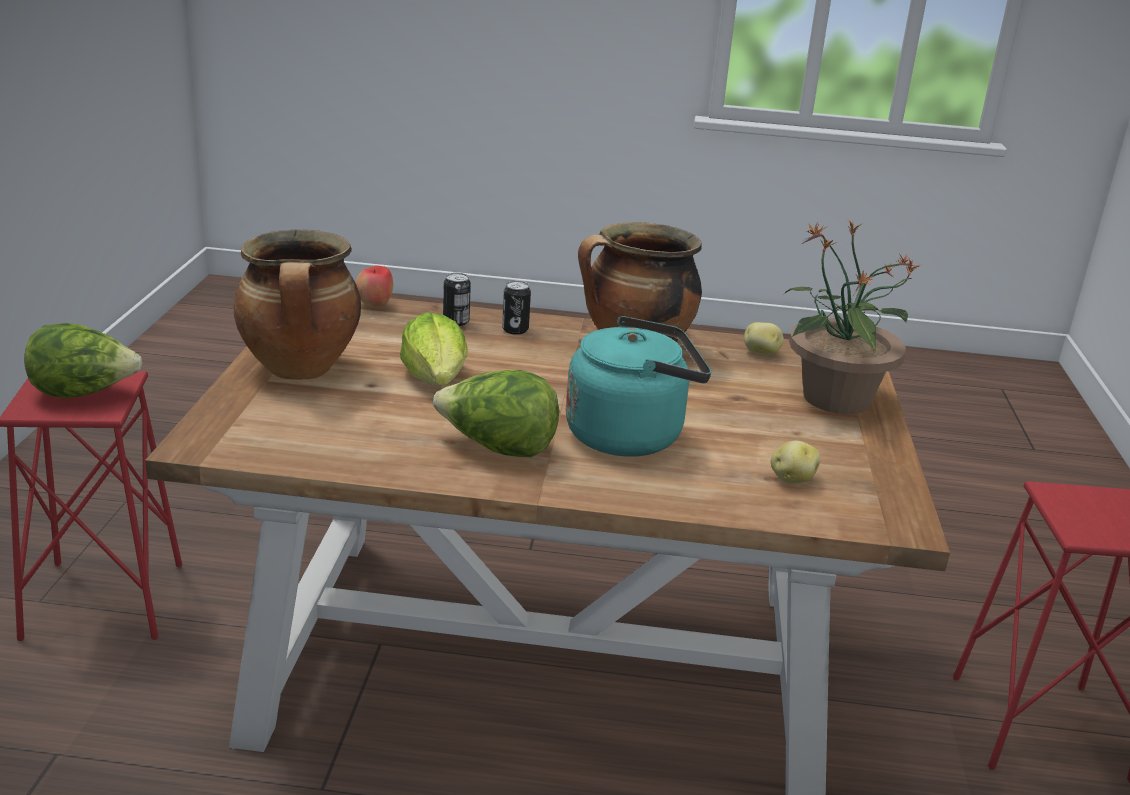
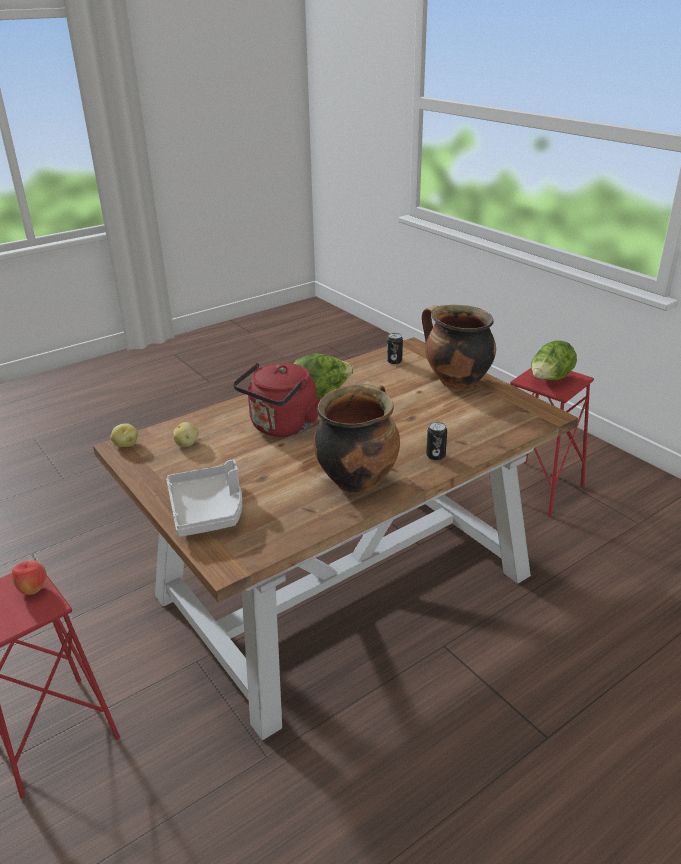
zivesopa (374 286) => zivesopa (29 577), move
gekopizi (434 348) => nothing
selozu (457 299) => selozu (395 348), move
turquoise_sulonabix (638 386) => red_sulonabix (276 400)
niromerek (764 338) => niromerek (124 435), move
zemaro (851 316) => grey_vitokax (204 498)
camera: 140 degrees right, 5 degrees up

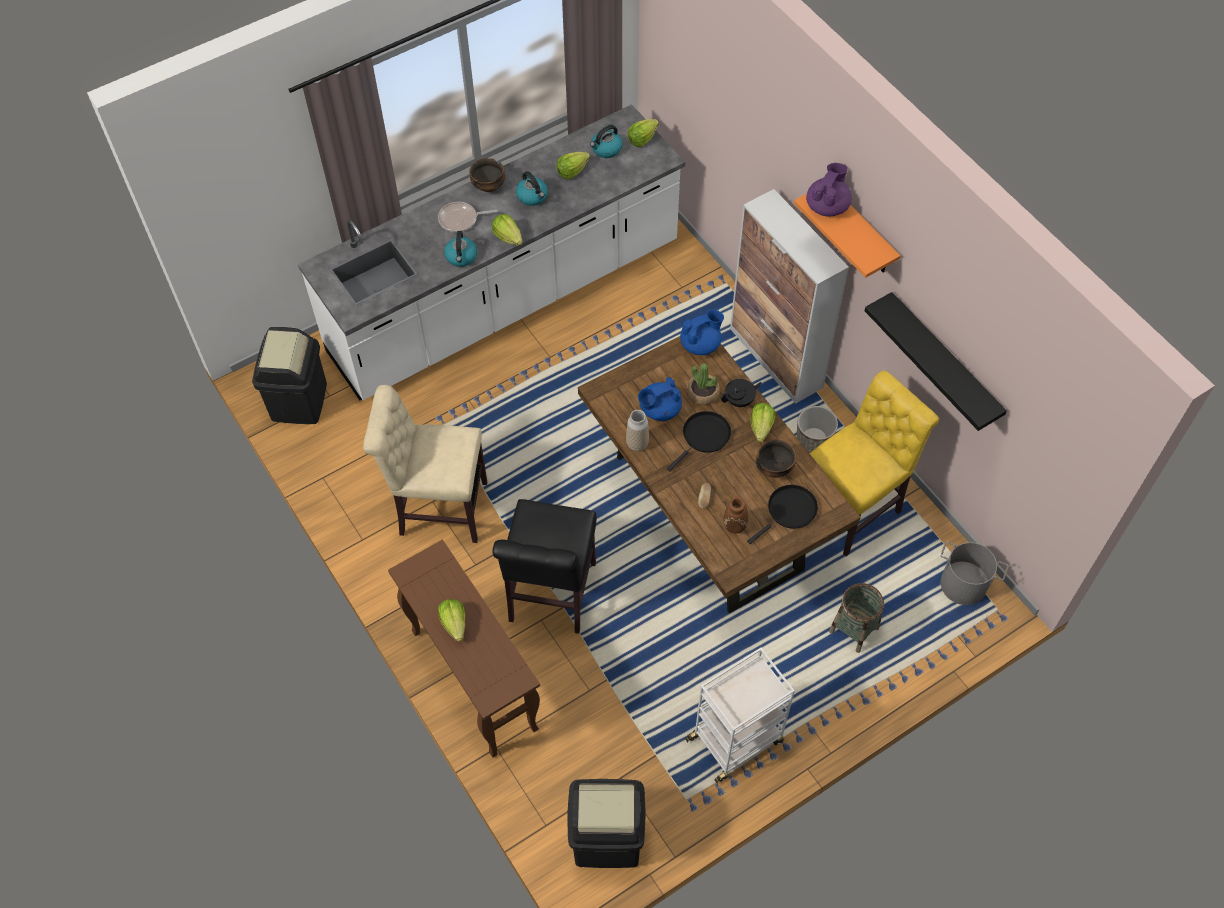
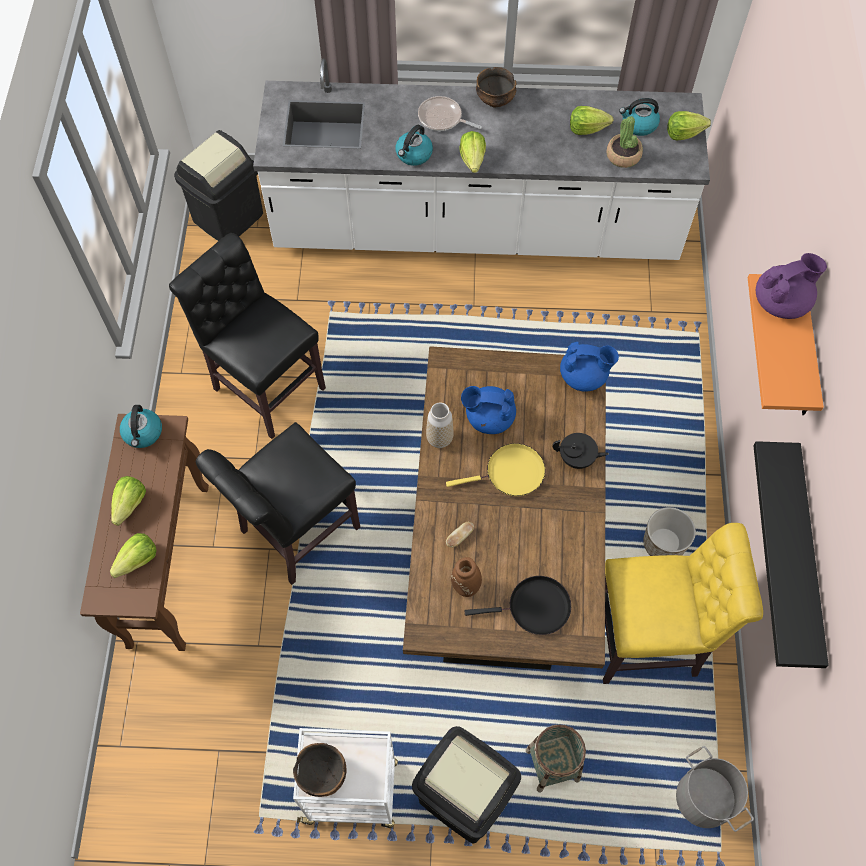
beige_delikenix (425 464) => black_delikenix (247 336)
sulonabix (532 188) => sulonabix (141 426), move
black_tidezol (606 823) => black_tidezol (466 784), move
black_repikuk (699 441) => yellow_repikuk (495 469)
zemaro (703 384) => zemaro (624 142), move
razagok (789 296) => nothing
gekopizi (762 422) => gekopizi (133 555), move
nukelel (776 458) => nukelel (319 770), move
camera: 35 degrees right, 5 degrees up

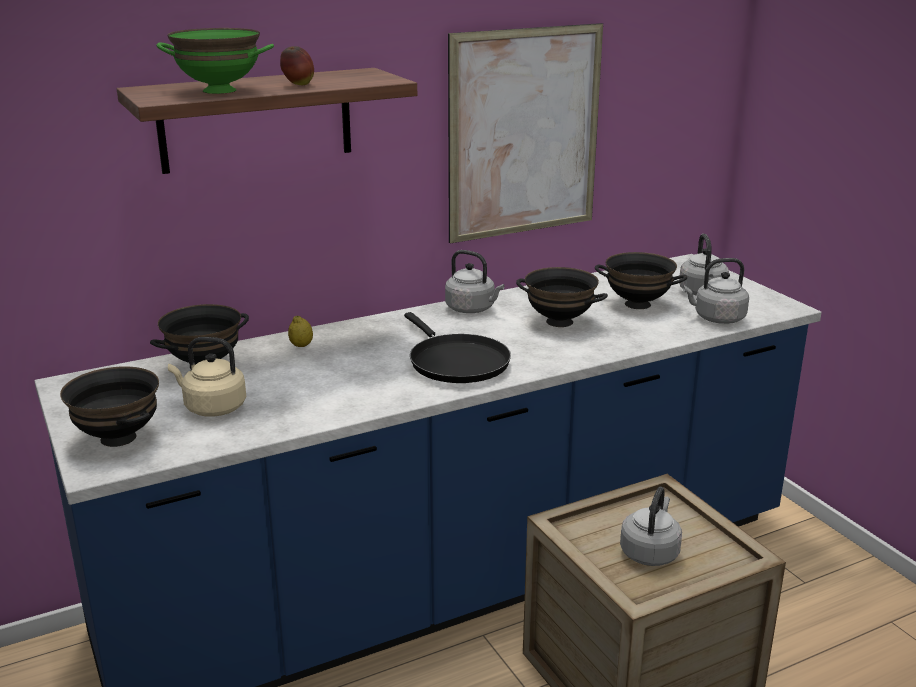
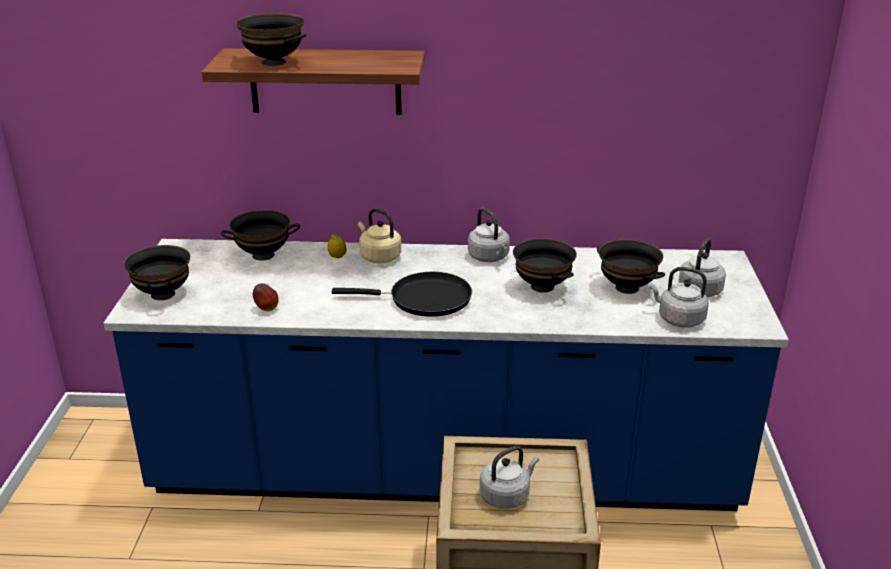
green_nukelel (215 61) => black_nukelel (271 39)
beige_sulonabix (207 377) => beige_sulonabix (380 235), move
zivesopa (297 65) => zivesopa (266 297), move
black_repikuk (457 347) => black_repikuk (402 294), 90 degrees counterclockwise
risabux (525 133) => nothing
camera: 30 degrees right, 5 degrees up

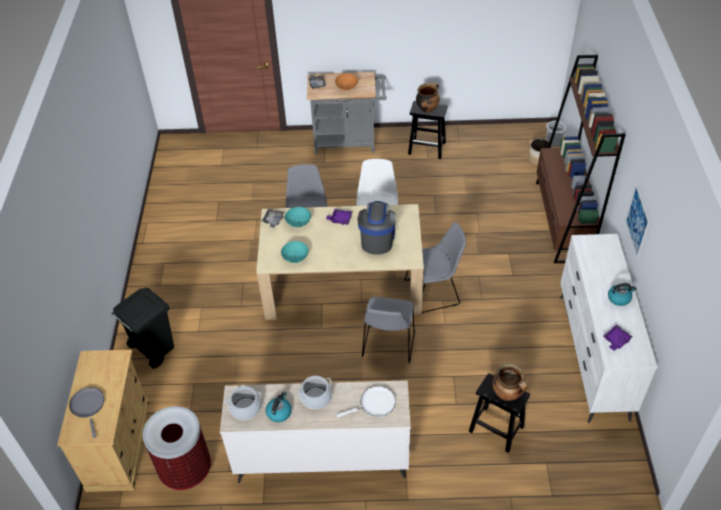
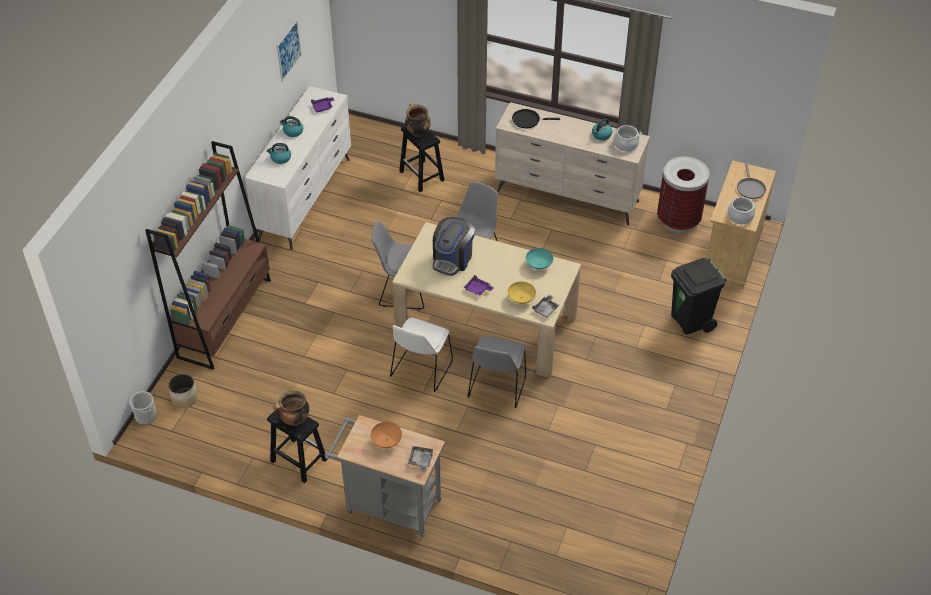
turquoise_nukelel (298 217) => yellow_nukelel (522 293)
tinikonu (315 393) => tinikonu (742 210), move
white_repikuk (366 401) => black_repikuk (536 118)
risabux (637 221) => risabux (289 50), move
nothing => sulonabix (279 153)
camera: 160 degrees left, 0 degrees up

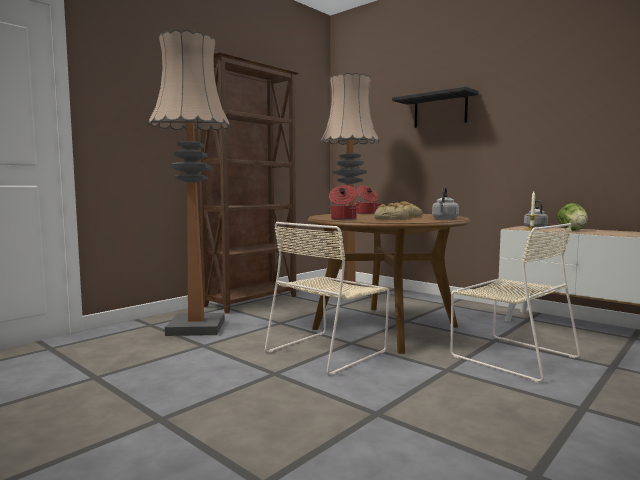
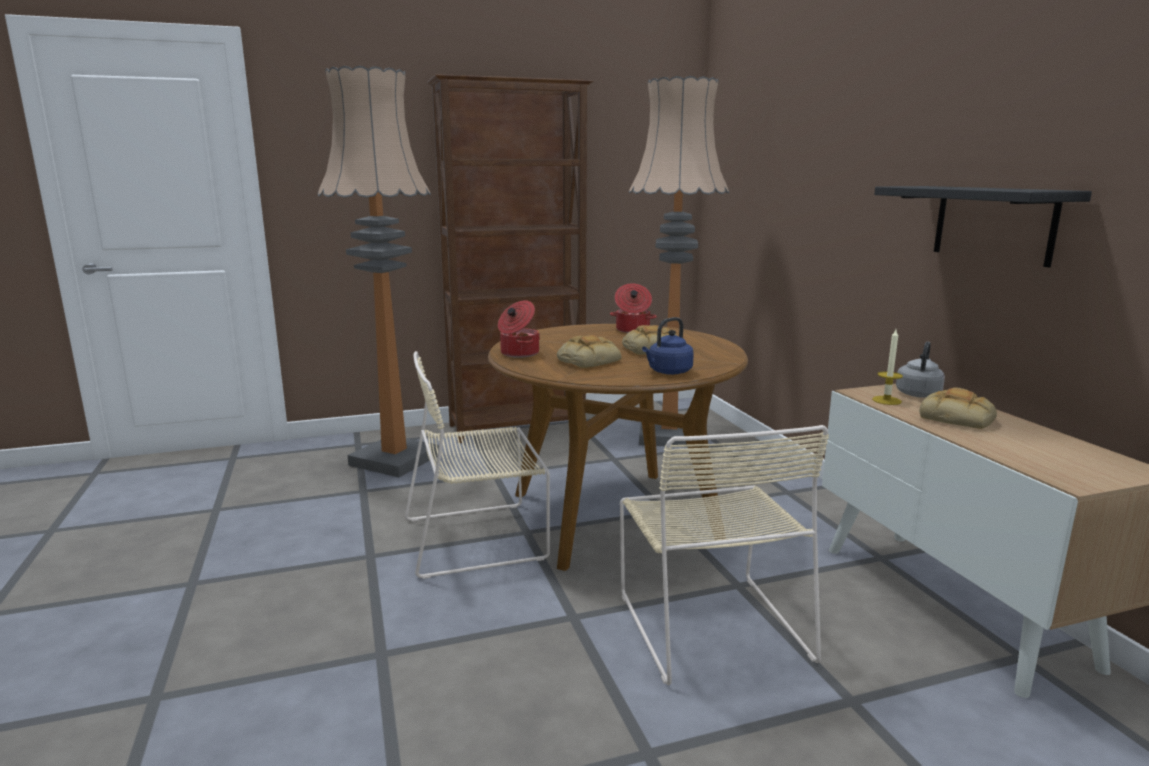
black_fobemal (435 107) => black_fobemal (983 226), move
grey_sulonabix (445 203) => blue_sulonabix (668 346)
gekopizi (572 217) => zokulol (958 408)
camera: 30 degrees right, 10 degrees up

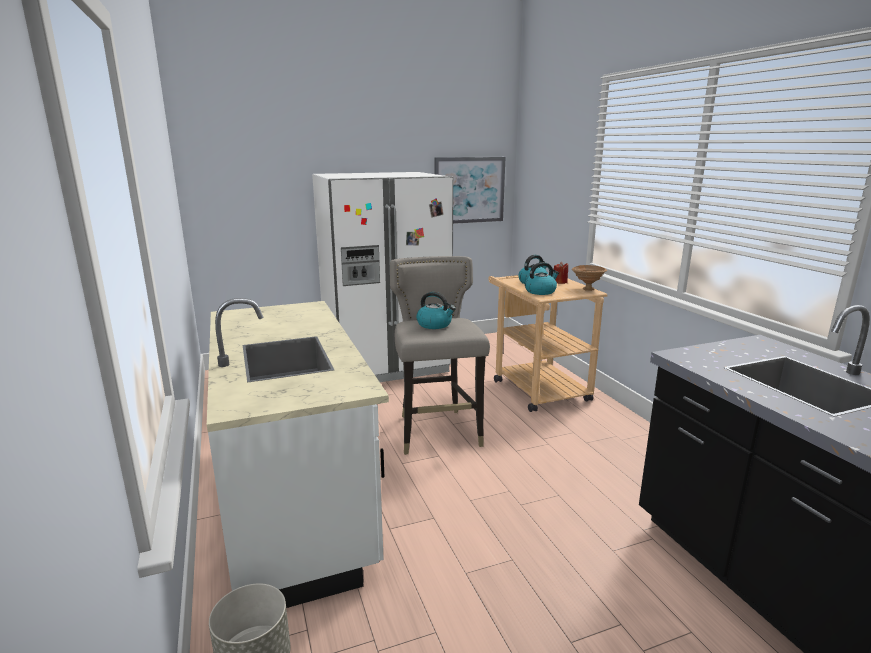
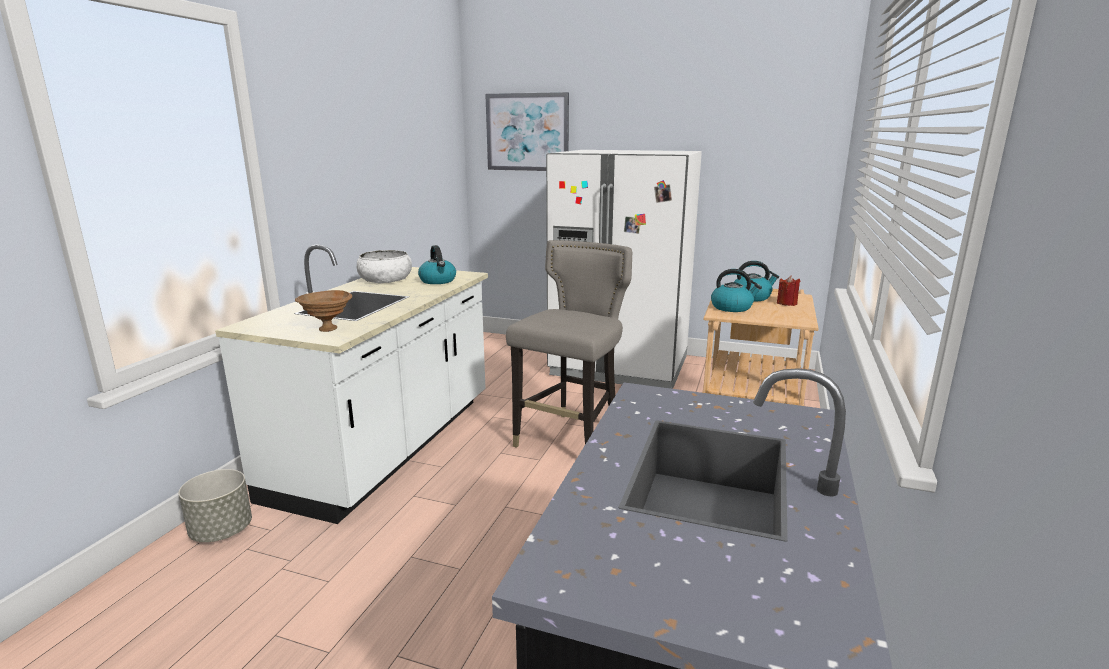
sulonabix (436 310) => sulonabix (437 264), move
risabux (470 190) => risabux (527 131), move
brown_nukelel (589 278) => brown_nukelel (323 311), move
nothing => white_nukelel (384 266)
camera: 40 degrees right, 0 degrees up

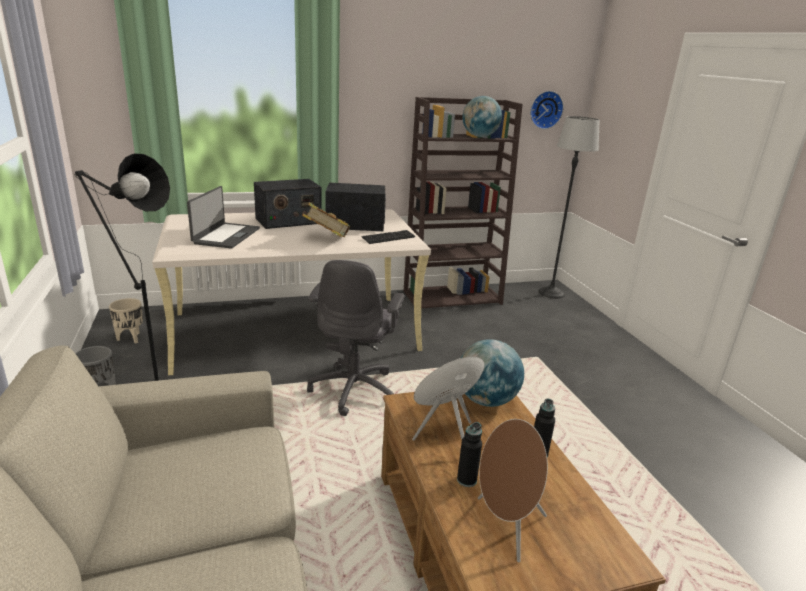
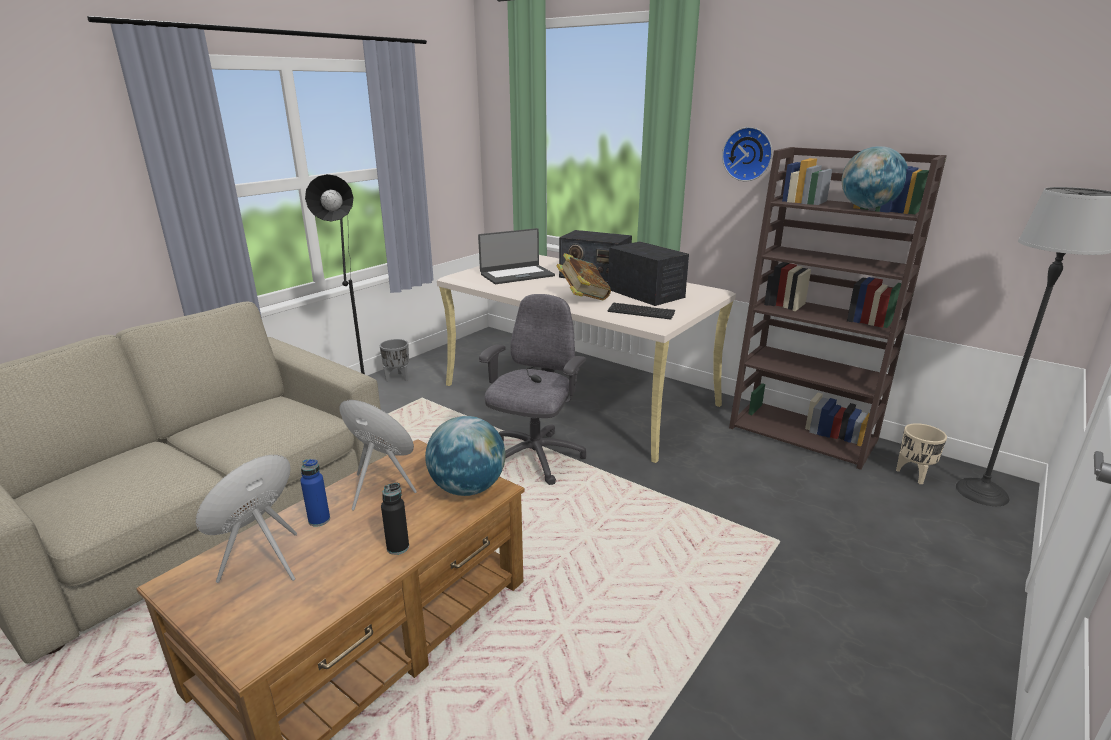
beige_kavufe (126 321) => beige_kavufe (921 453), move
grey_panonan (356 338) => grey_panonan (532 389), 135 degrees clockwise
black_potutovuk (469 454) => blue_potutovuk (315 493)
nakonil (547 110) => nakonil (747 154), move
camera: 55 degrees right, 0 degrees up

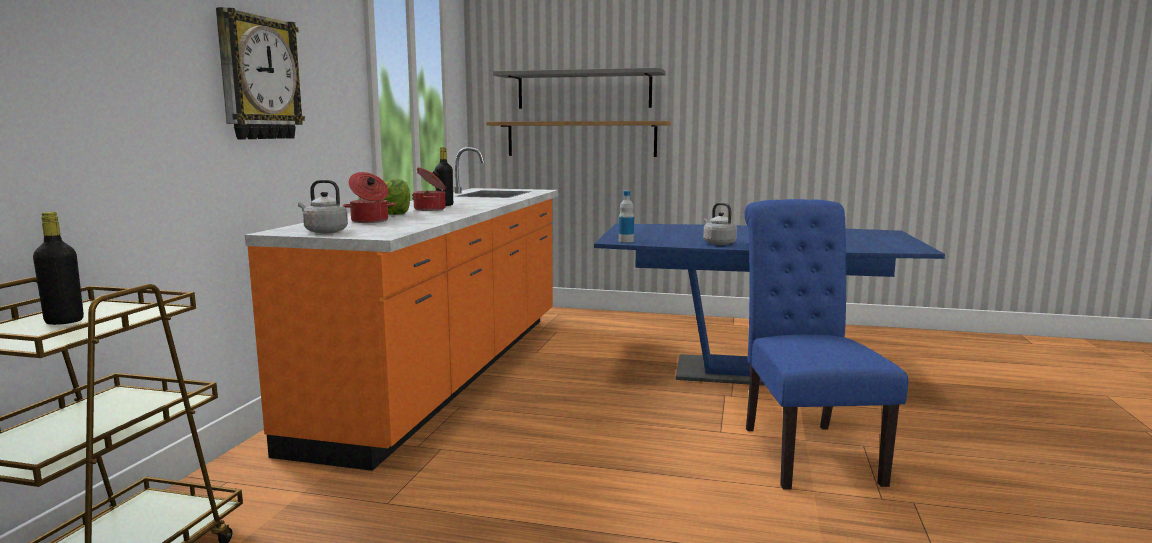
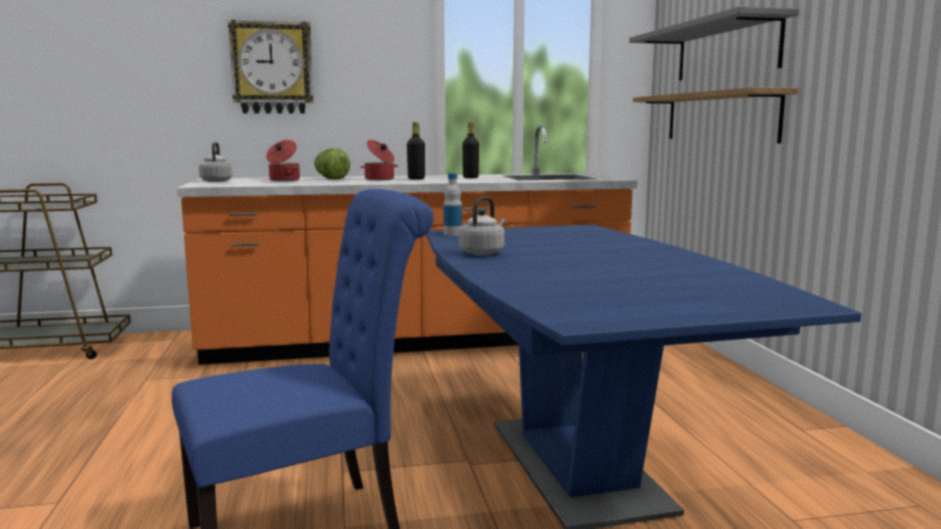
black_potutovuk (58 268) => black_potutovuk (471 150), move
camera: 65 degrees right, 0 degrees up

